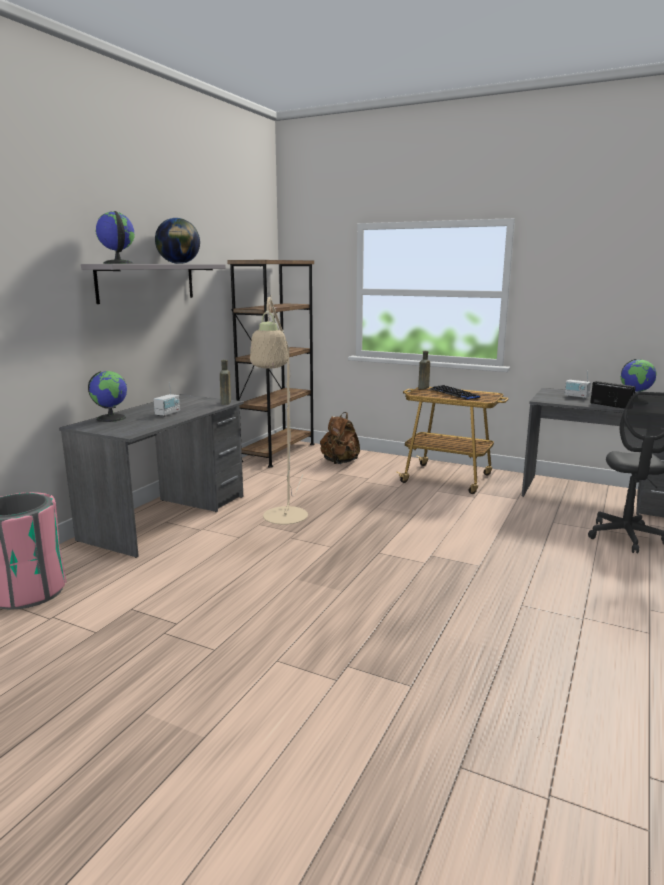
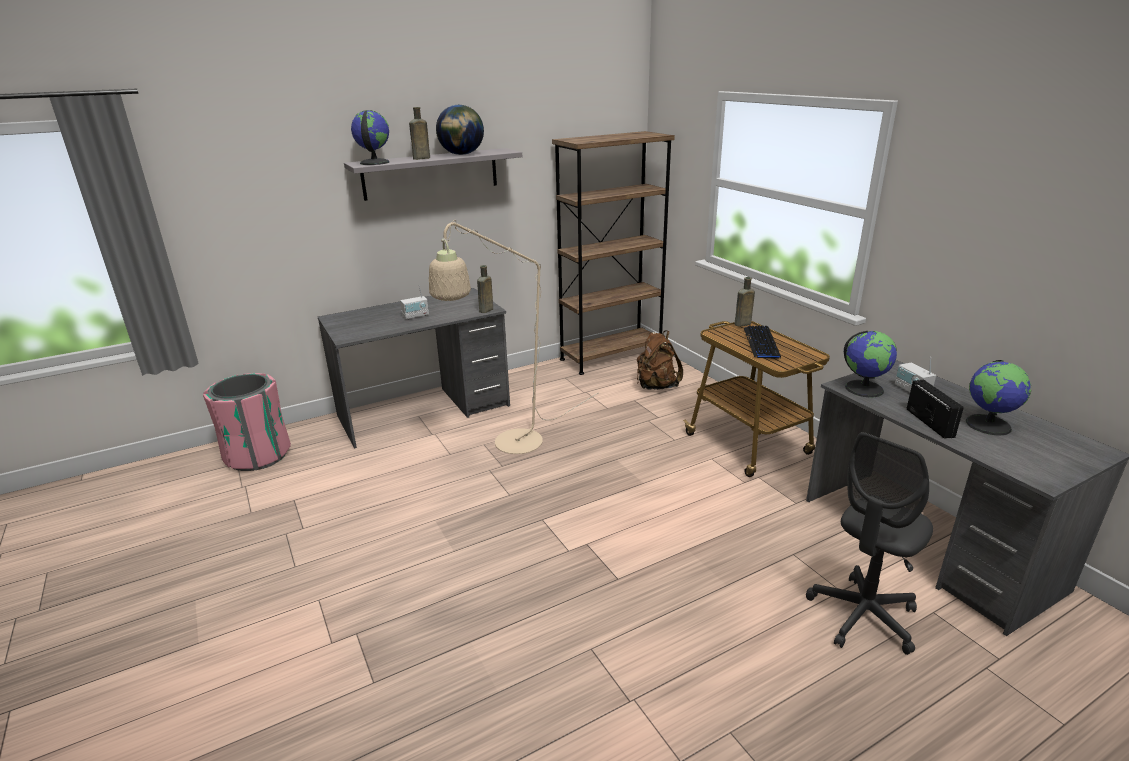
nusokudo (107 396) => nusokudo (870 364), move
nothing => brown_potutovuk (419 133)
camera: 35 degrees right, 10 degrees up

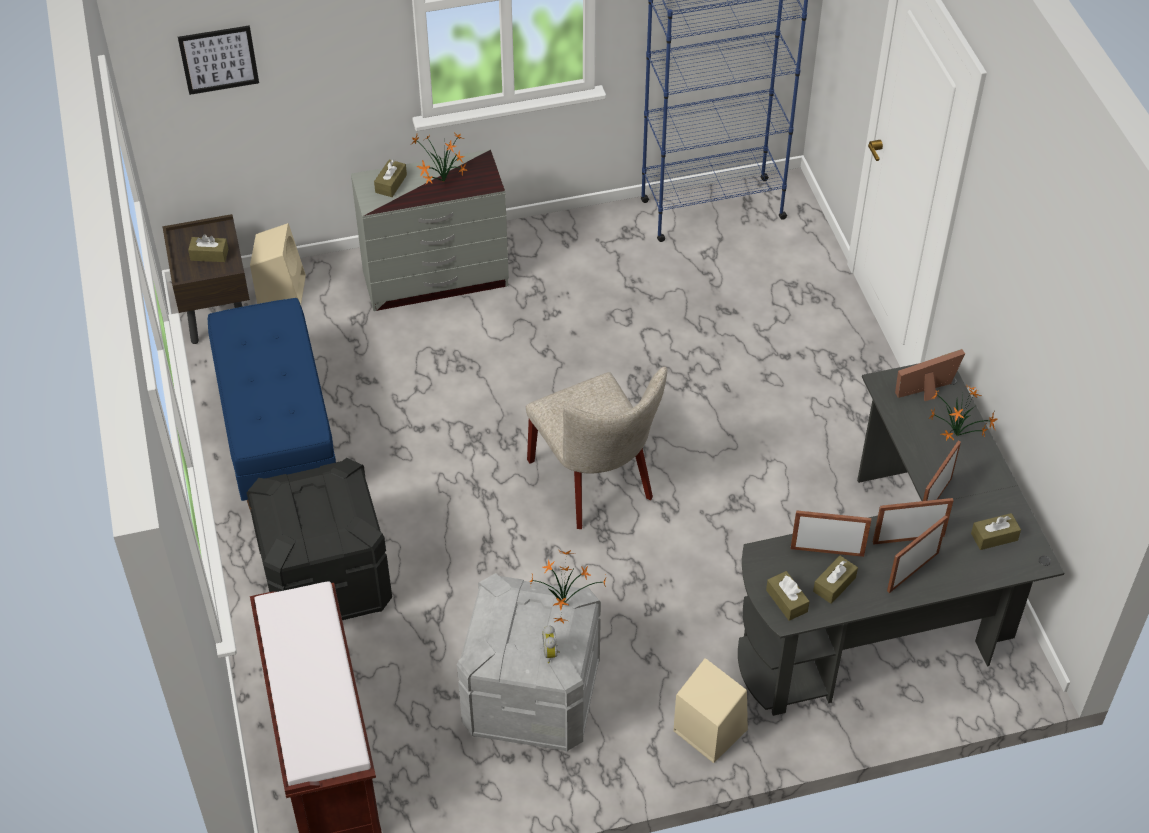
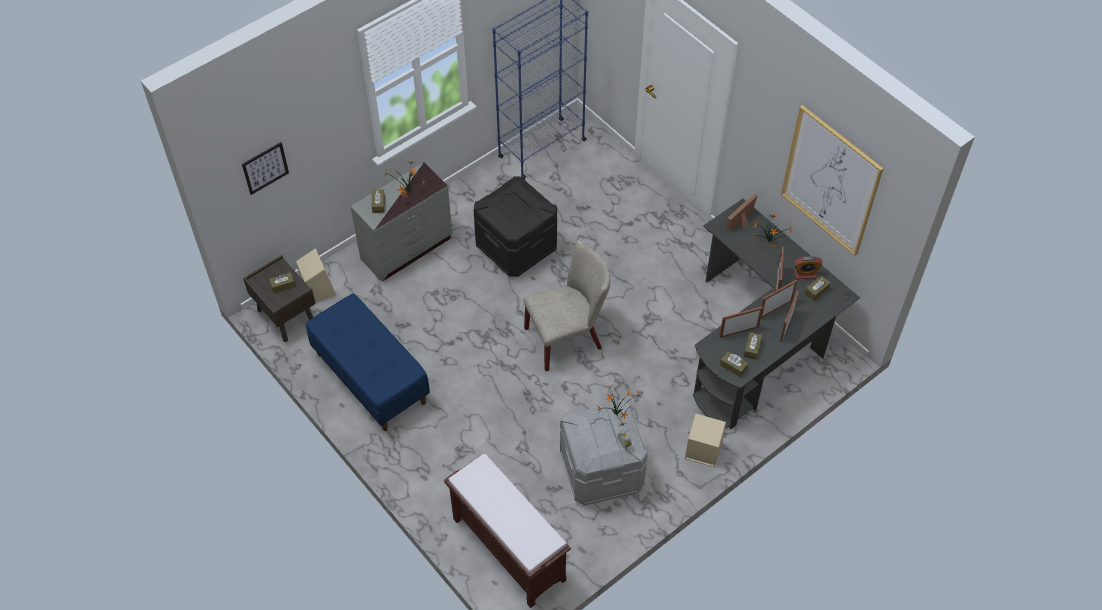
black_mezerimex (319 539) => black_mezerimex (515 226), move
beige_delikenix (596 447) => beige_delikenix (566 305), 60 degrees counterclockwise
nothing => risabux (832 180)
nothing => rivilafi (808 267)
camera: 25 degrees left, 5 degrees up

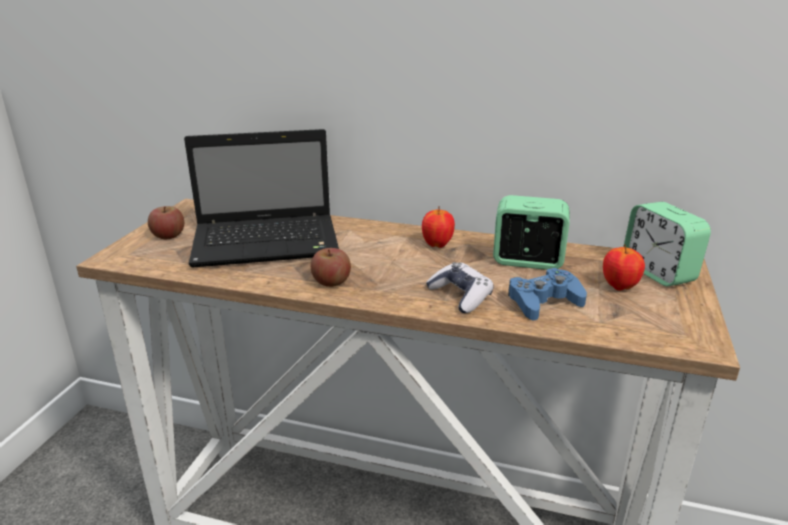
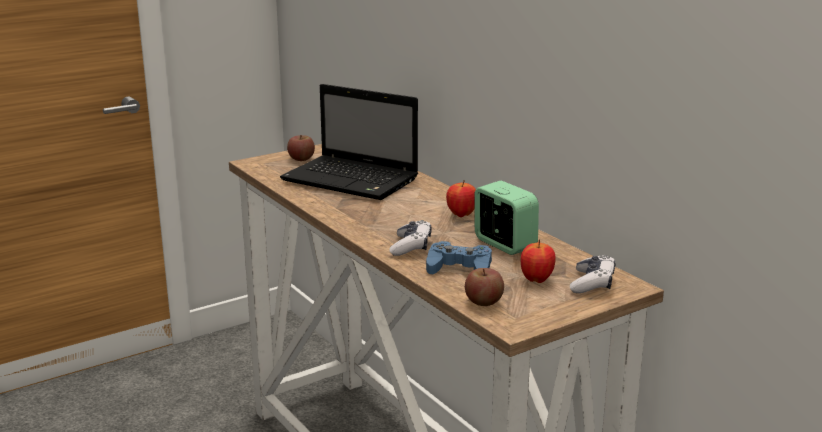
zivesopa (331 267) => zivesopa (484 287), move
rivilafi (667 244) => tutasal (593 274)
camera: 40 degrees right, 5 degrees down

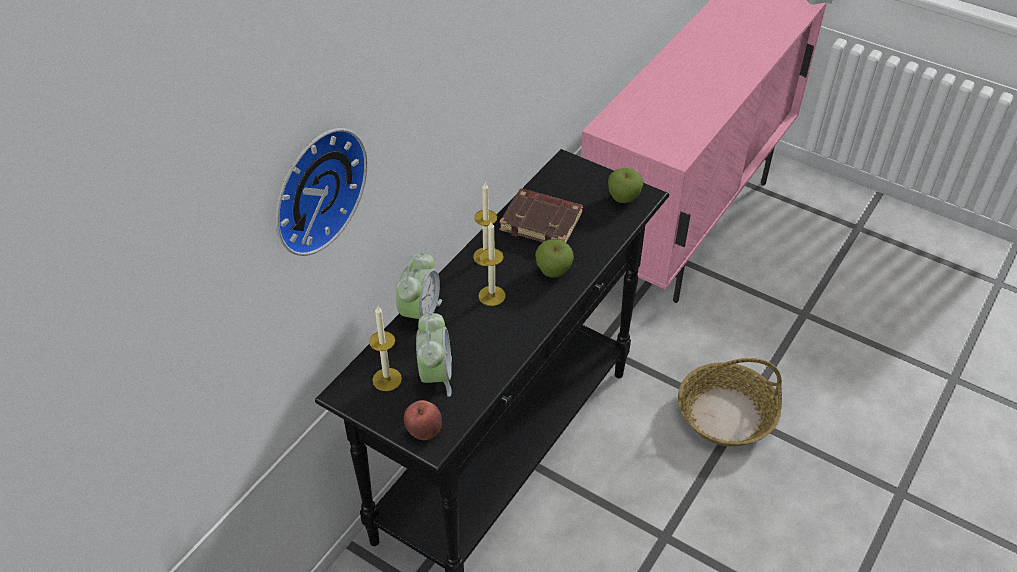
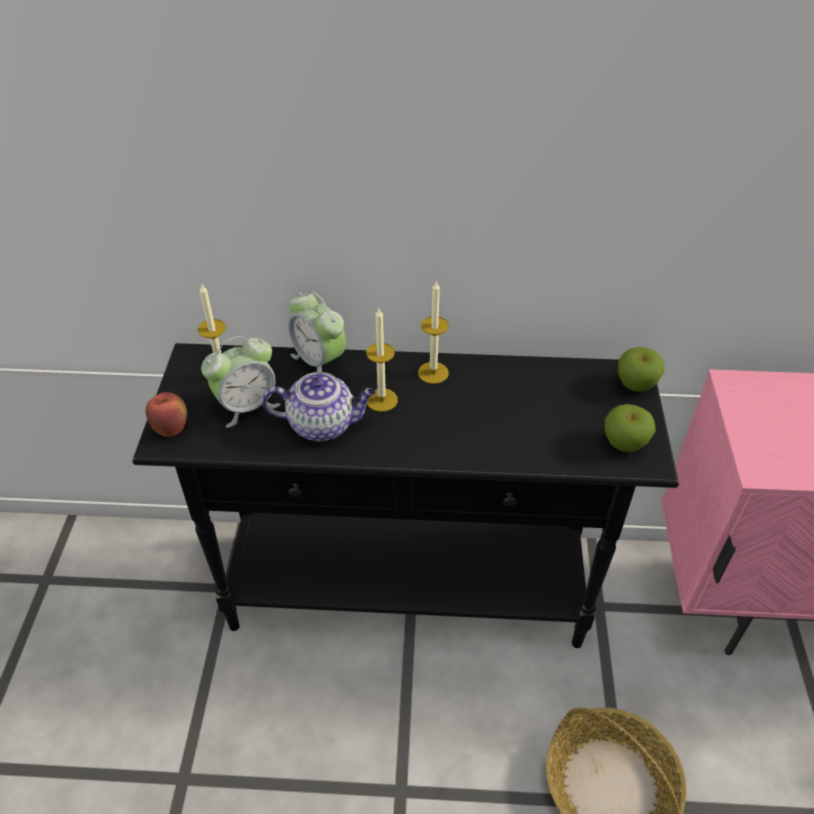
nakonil (321 192) => nothing
rivilafi (419 285) => rivilafi (317 332), 60 degrees clockwise
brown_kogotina (541 215) => nothing
zivesopa (554 258) => zivesopa (641 369), move
nothing => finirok (319 407)
camera: 60 degrees right, 0 degrees up

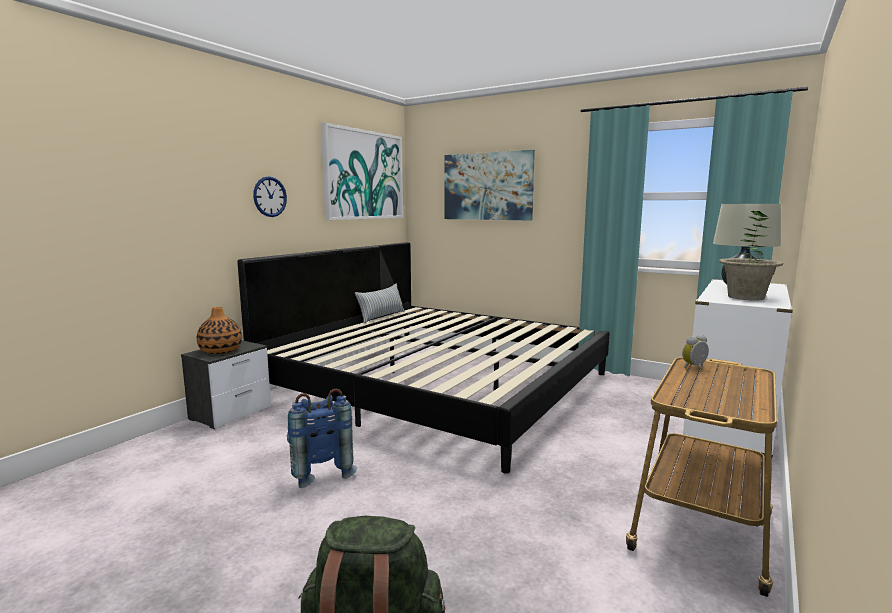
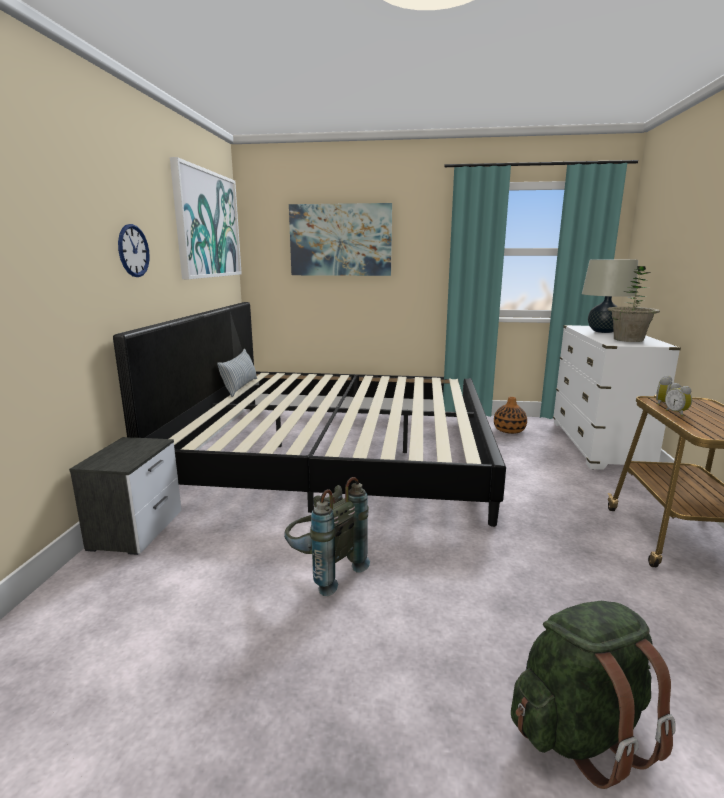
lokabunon (219 330) => lokabunon (510 415), move
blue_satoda (322 438) => grey_satoda (327 536)
nothing => rivilafi (678 399)
camera: 25 degrees left, 5 degrees up

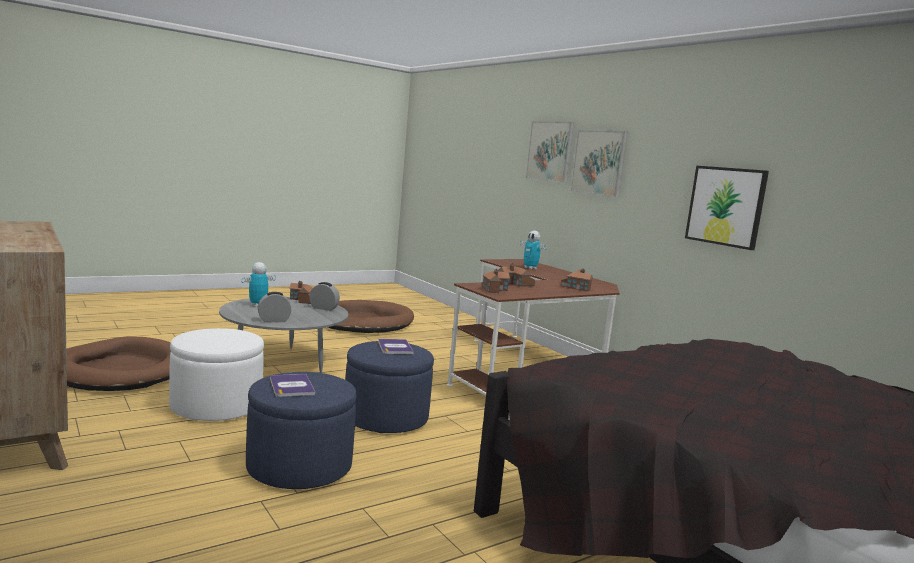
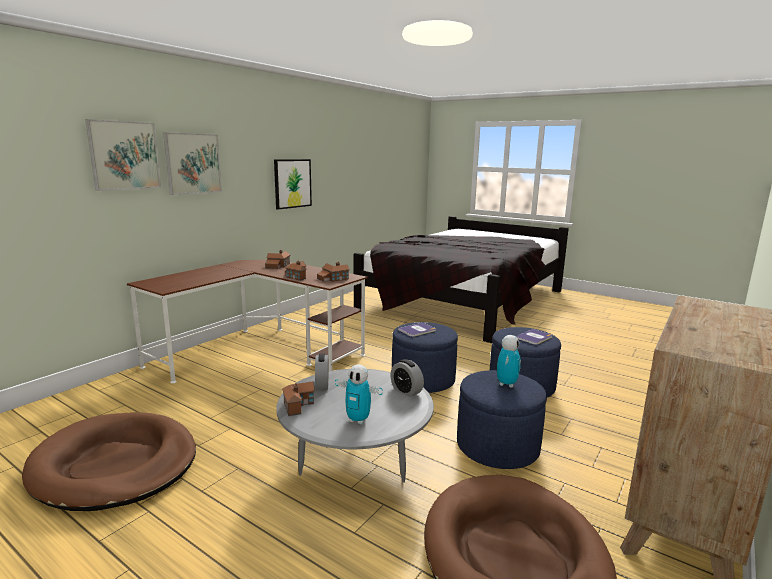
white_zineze (216 374) => blue_zineze (502 419)
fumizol (533 250) => fumizol (509 361), move
camera: 110 degrees left, 5 degrees up

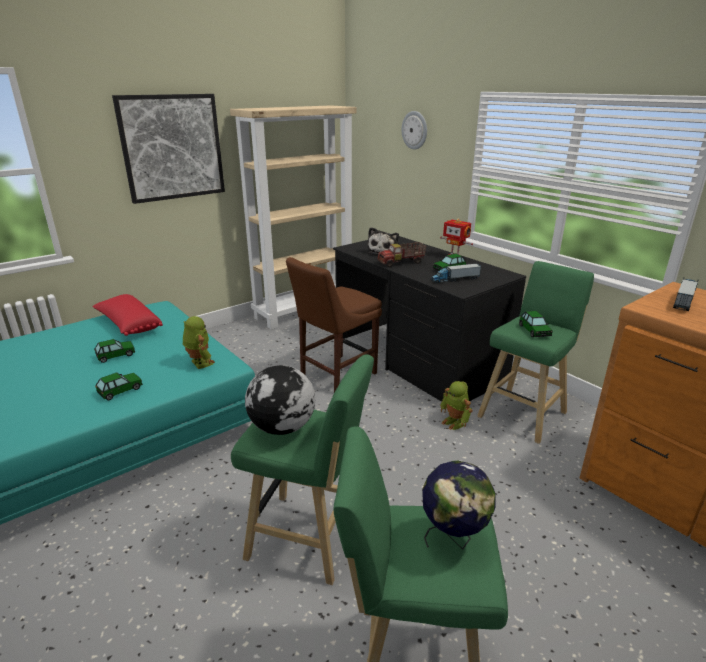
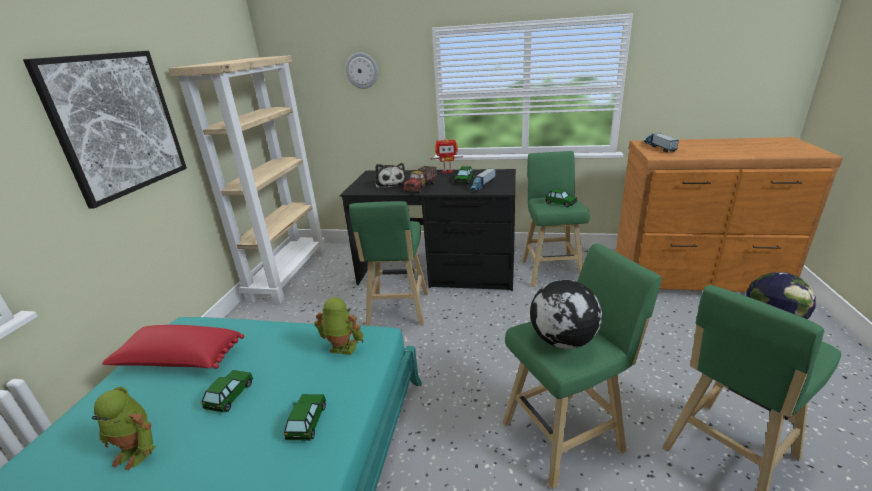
brown_delikenix (334 325) => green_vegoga (388 263)
fumizol (456 405) => fumizol (124 429), move
camera: 40 degrees left, 0 degrees up

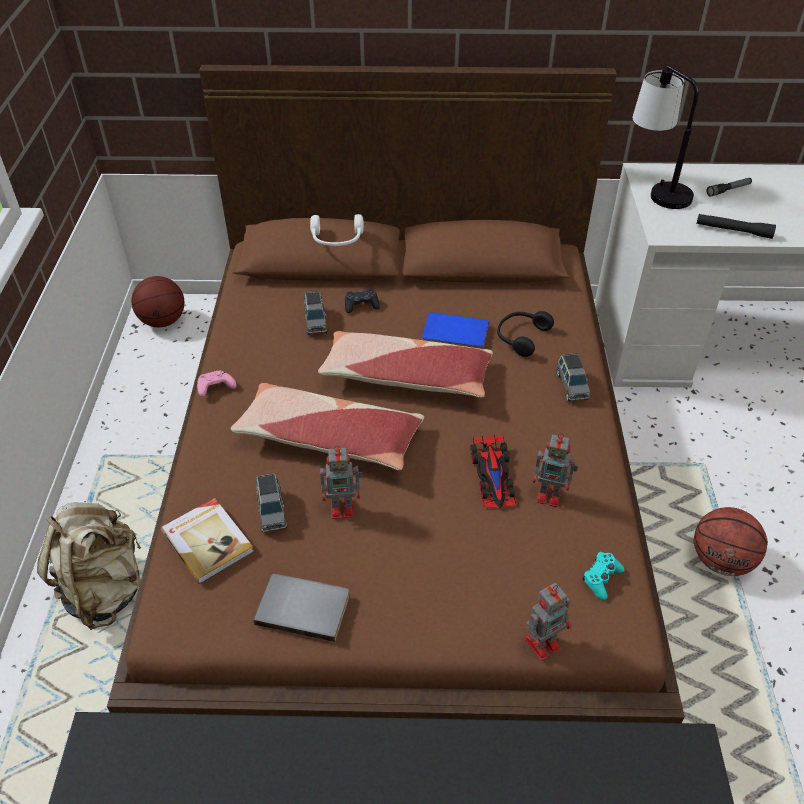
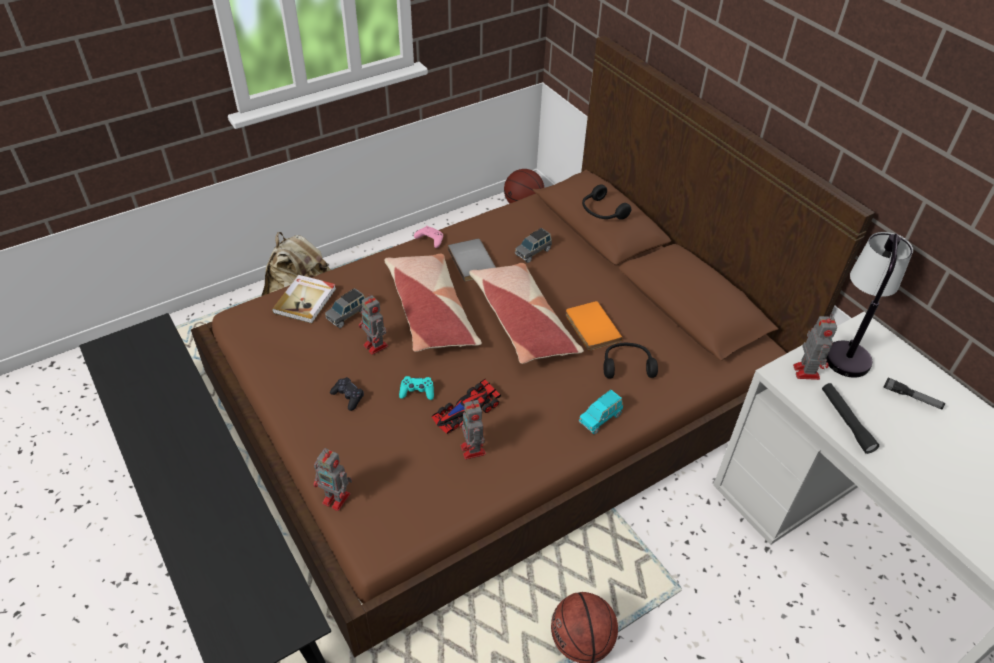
grey_kogotina (301 608) => grey_kogotina (472 260), move
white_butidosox (337 230) => black_butidosox (606 202)
black_tutasal (362 301) => black_tutasal (347 394), move
blue_kogotina (455 330) => orange_kogotina (594 326)
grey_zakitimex (573 377) => turquoise_zakitimex (600 412)
turquoise_tutasal (604 576) => turquoise_tutasal (416 388), move
nothing => fumizol (815 346)
camera: 55 degrees right, 0 degrees up

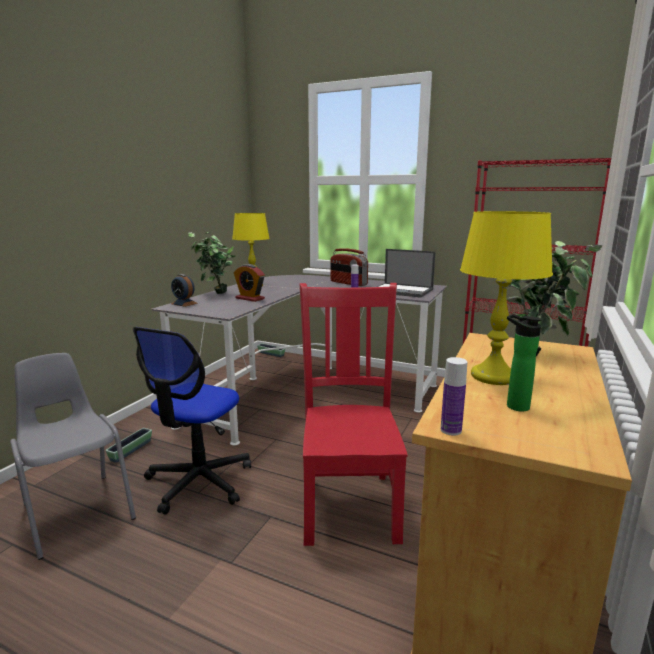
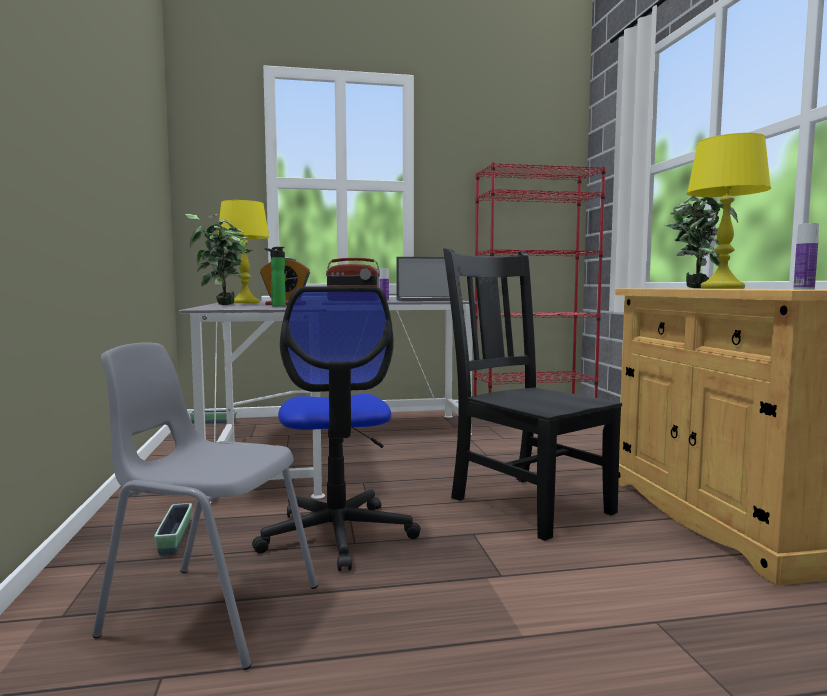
rivilafi (184 290) => nothing
red_delikenix (354 414) => black_delikenix (532 394)
potutovuk (524 363) => potutovuk (275 277), move
camera: 35 degrees left, 10 degrees down

